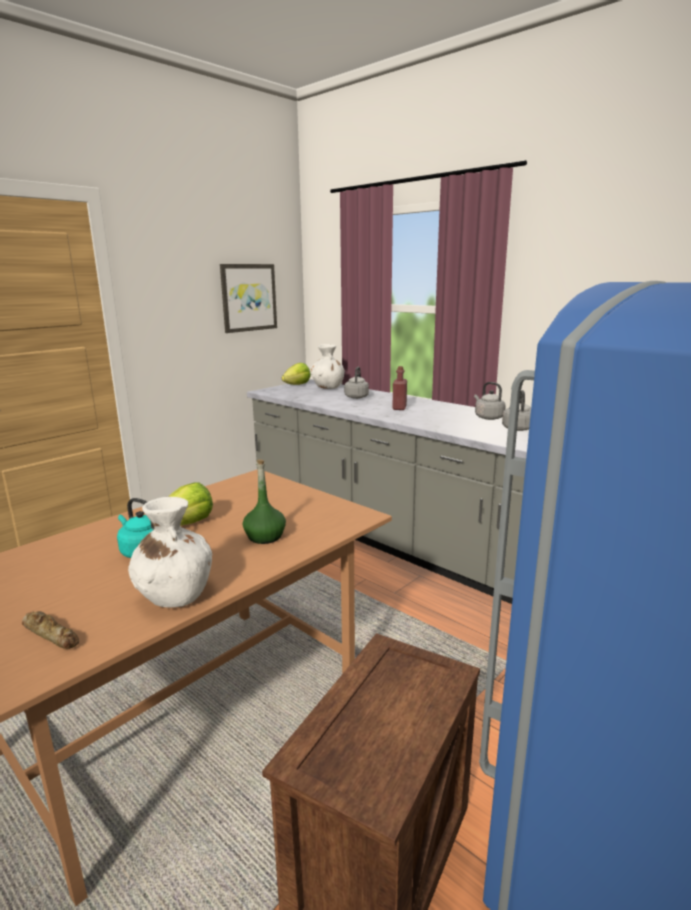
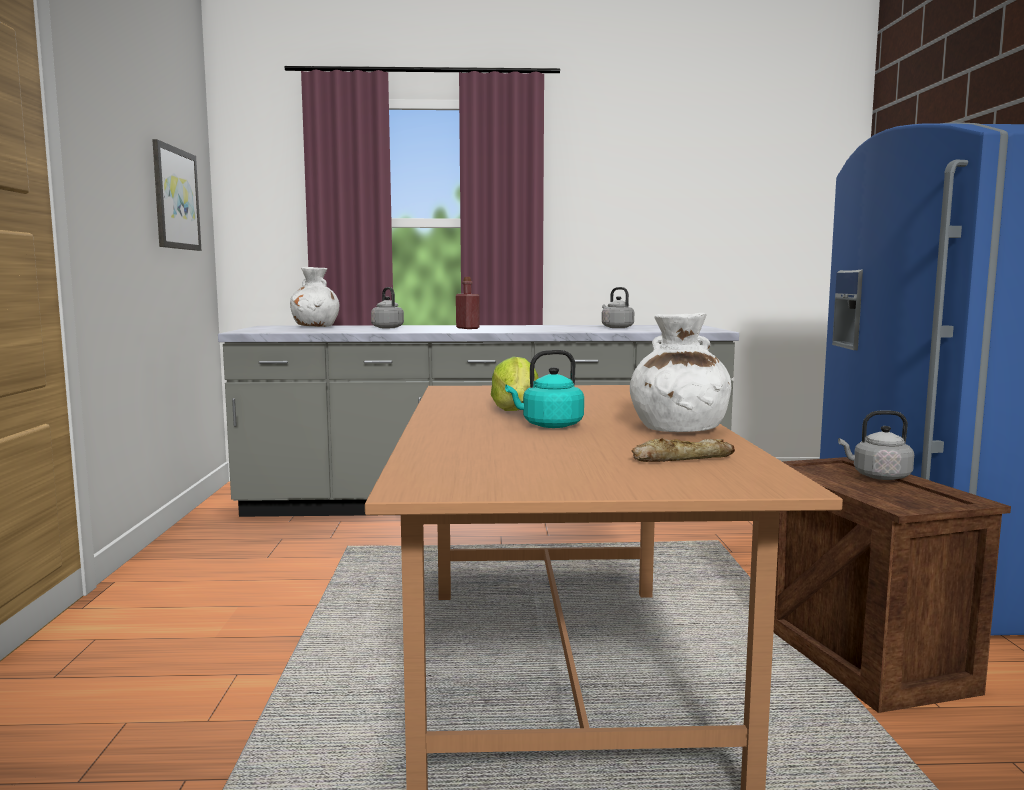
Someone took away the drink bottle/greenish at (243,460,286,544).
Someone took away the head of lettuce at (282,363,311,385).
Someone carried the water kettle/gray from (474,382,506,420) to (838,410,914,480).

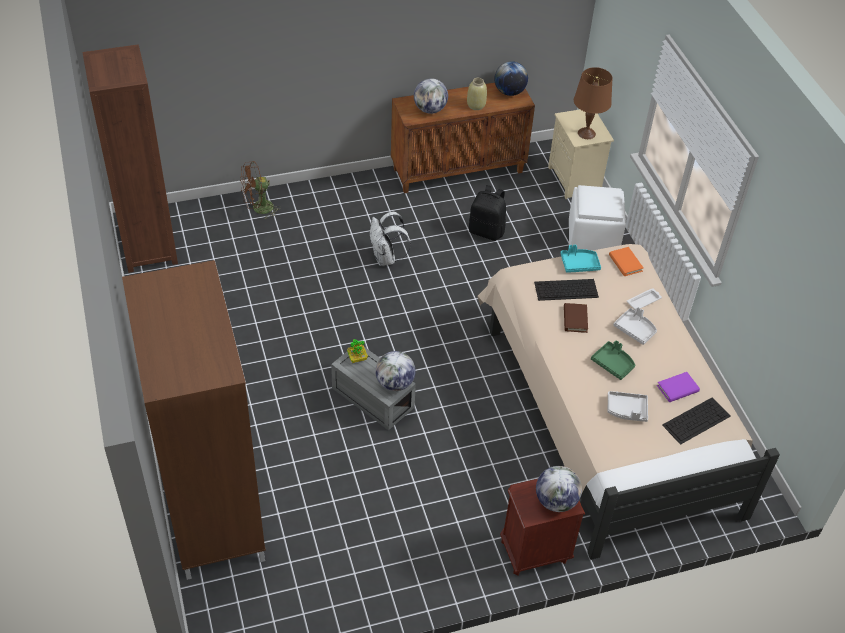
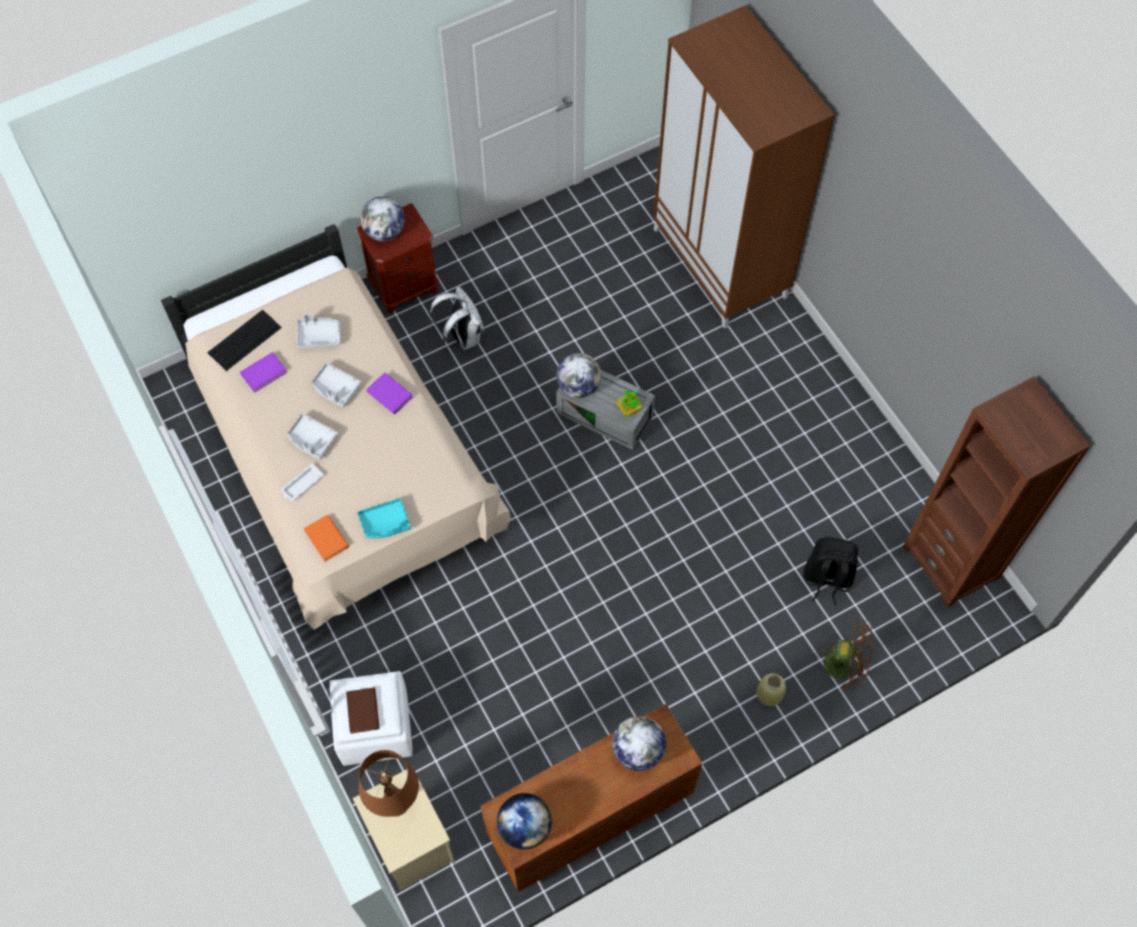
Someone rotated the electric fan/brown at (241,161,281,219) by 45 degrees clockwise.
Someone carried the knapsack/white-coloured from (370,212,411,266) to (430,287,484,350).
Someone carried the flower vase/beige-coloured from (467,78,487,110) to (757,673,786,706).
Someone carried the knapsack/black from (469,185,506,241) to (803,537,858,605).
Someone took away the computer keyboard at (534,279,599,301).
Someone carried the bound book/brown from (564,303,588,333) to (346,688,379,734).
Someone repainted the carrying tray/greenish at (591,340,635,380), which became the carrying tray/gray at (311,363,362,408).
Someone put down the bound book/purple-coloured at (366,373,413,414).

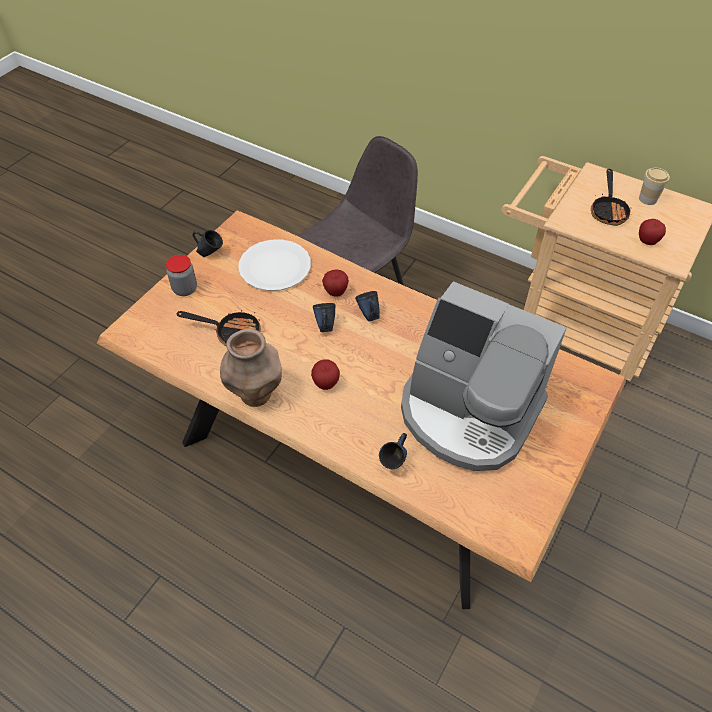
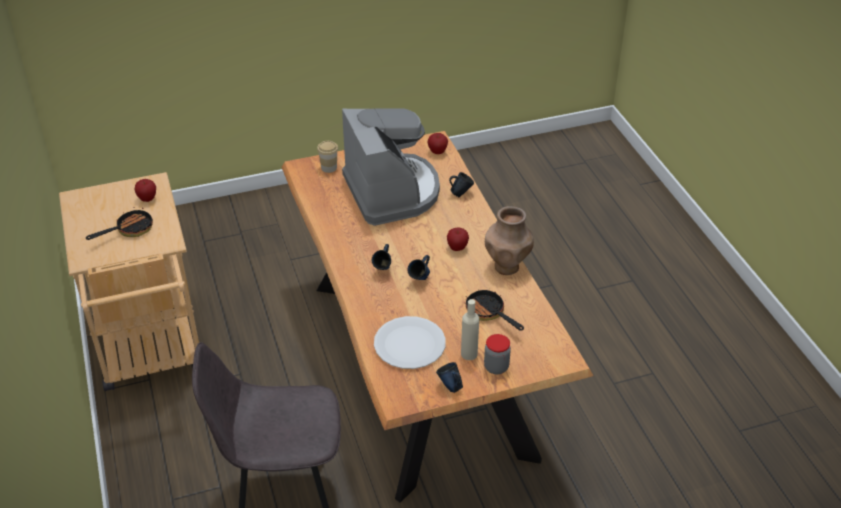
Someone carried the apple fruit from (322,269,349,297) to (428,133,448,154).
Someone carried the cup from (639,167,670,205) to (317,141,338,173).
Someone put down the drink bottle/beige-coloured at (461,299,479,360).

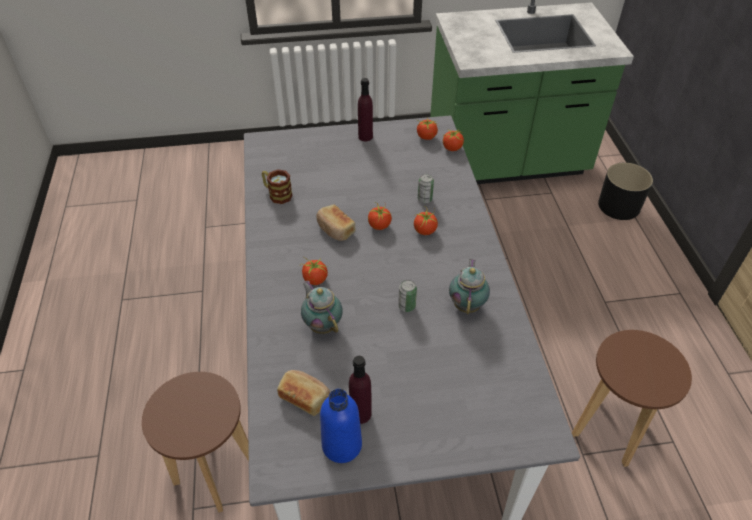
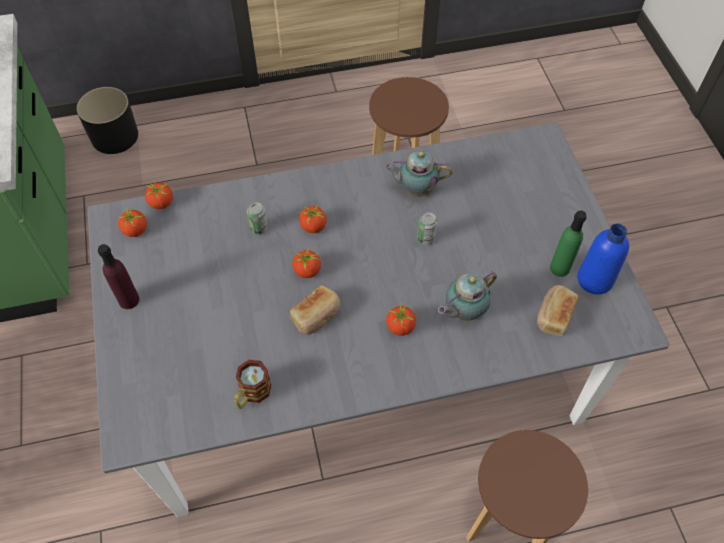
Someone repainted the drink bottle/purple-coloured at (349,356,372,424), which became the drink bottle/greenish at (550,210,587,277).

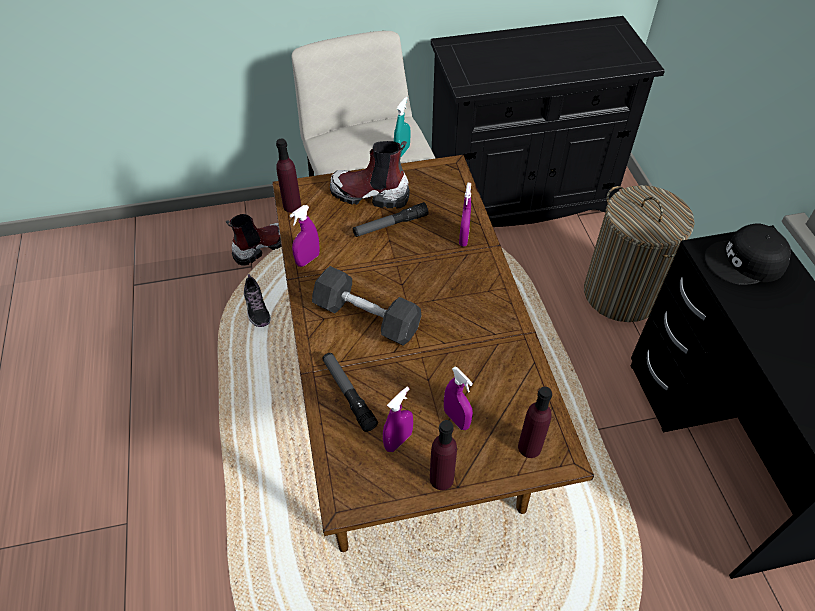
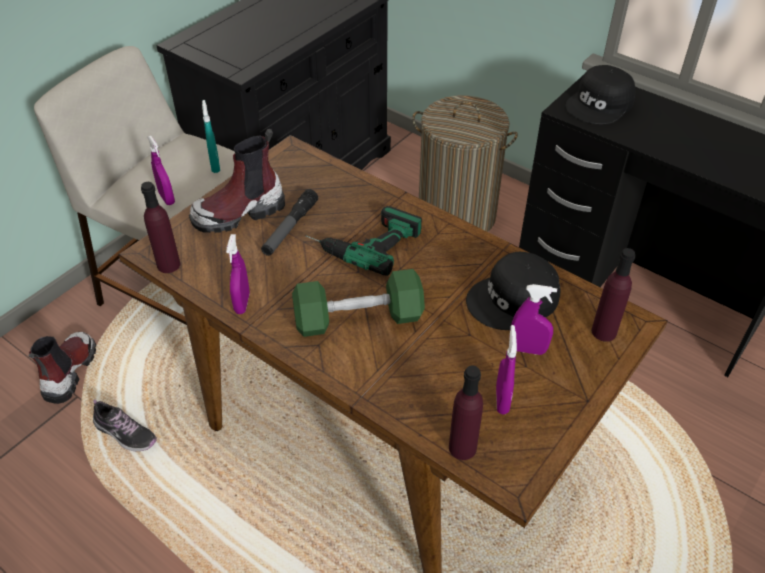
Someone repainted the dumbbell/gray at (312,266,421,345), which became the dumbbell/greenish at (292,269,425,337).
Someone took away the flashlight at (323,353,378,432).
Someone carried the drink bottle/purple-coloured from (430,420,457,490) to (449,366,483,460).
Someone carried the hand sprayer/purple-coloured from (459,182,471,246) to (147,136,175,205).
Someone put down the electric drill at (306,206,422,276).
Someone put down the cap/black at (466,252,560,330).

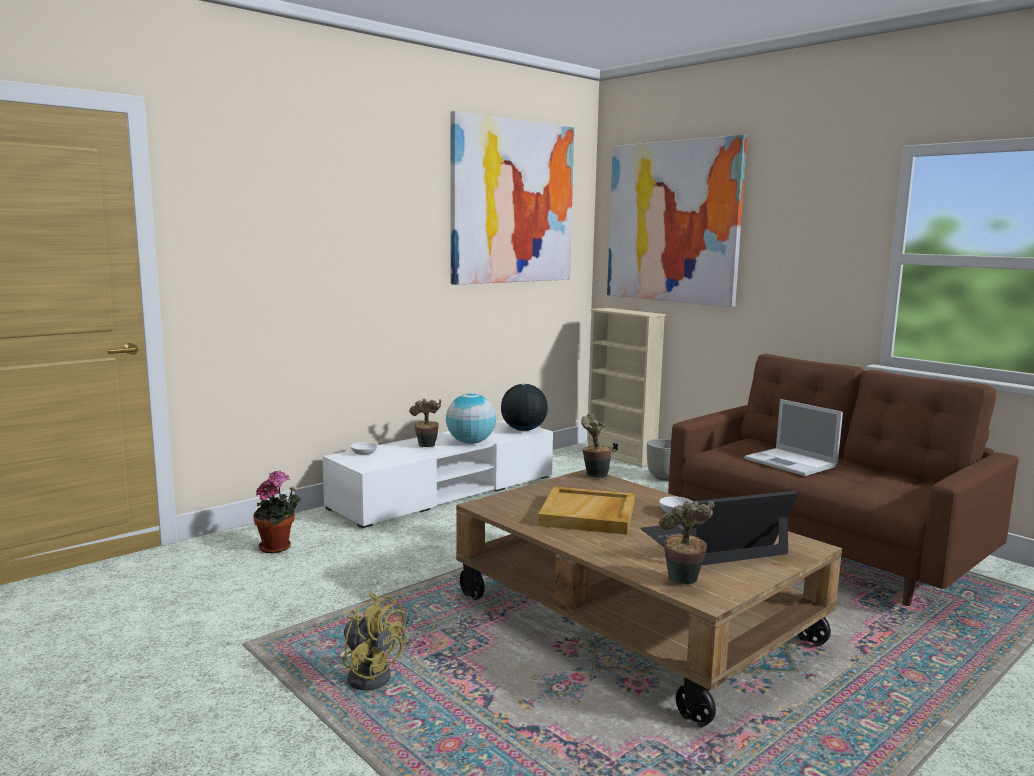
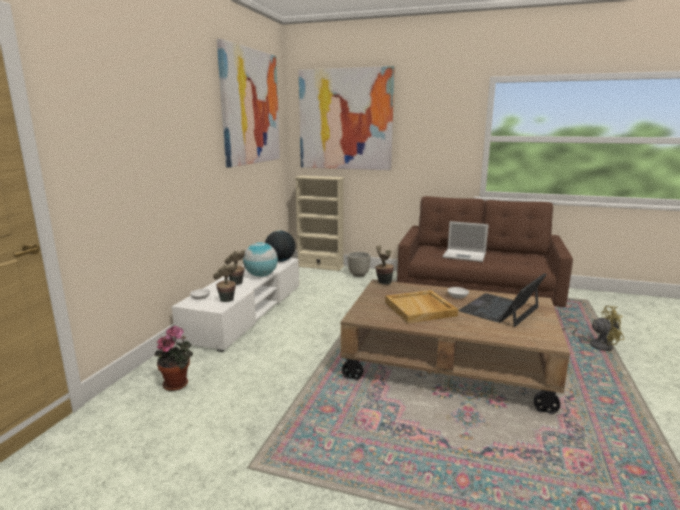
Someone carried the electric fan/yellowish from (342,593,405,690) to (562,306,624,351).
Someone carried the houseplant from (659,501,715,584) to (213,263,237,302).

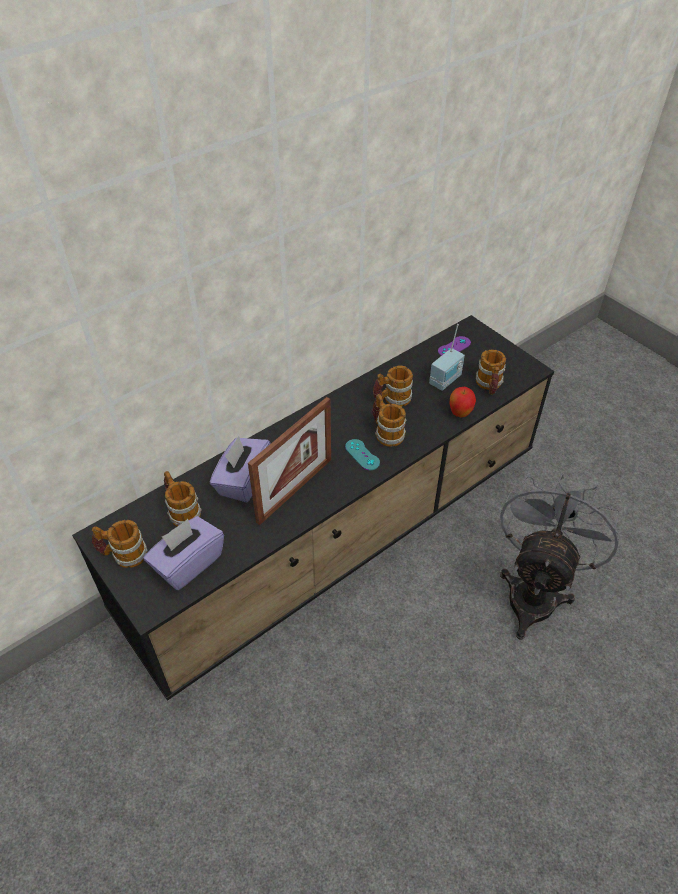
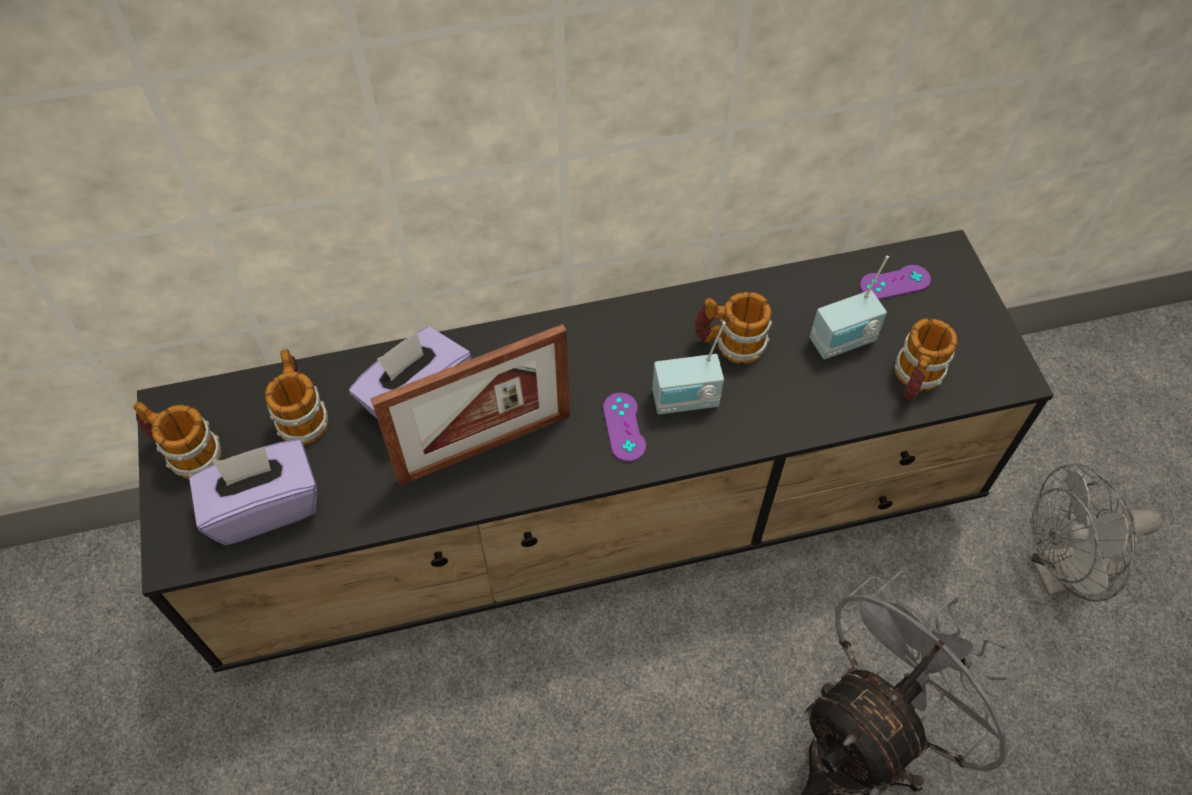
Someone repainted the joypad/blue-green at (345,439,380,470), which became the joypad/purple-coloured at (603,393,646,462).
Someone swapped the coffee mug at (372,394,406,447) for the radio at (652,322,726,414).
Someone took away the apple fruit at (450,387,476,417).
Someone put down the electric fan/gray at (1029,464,1162,602).

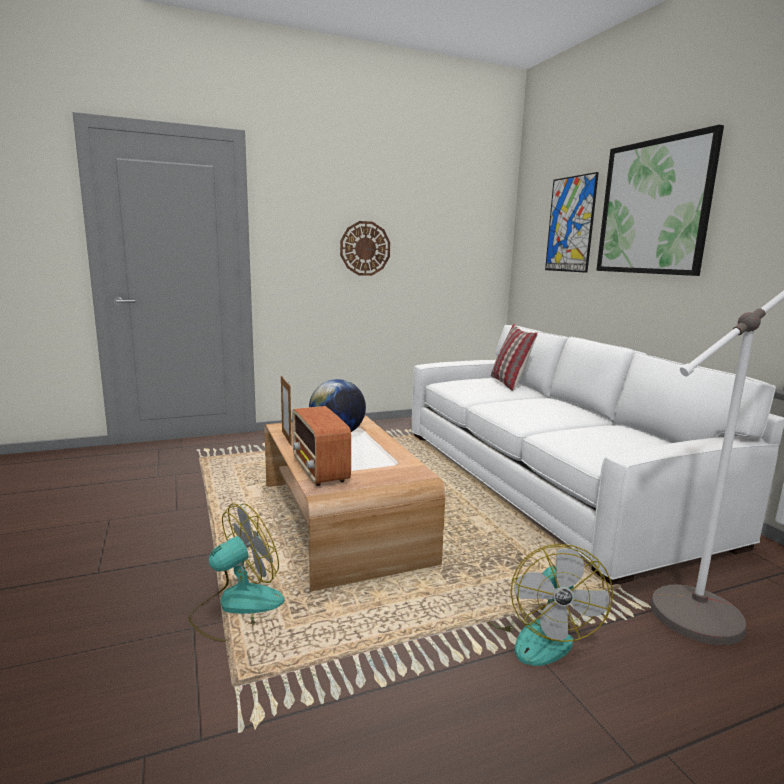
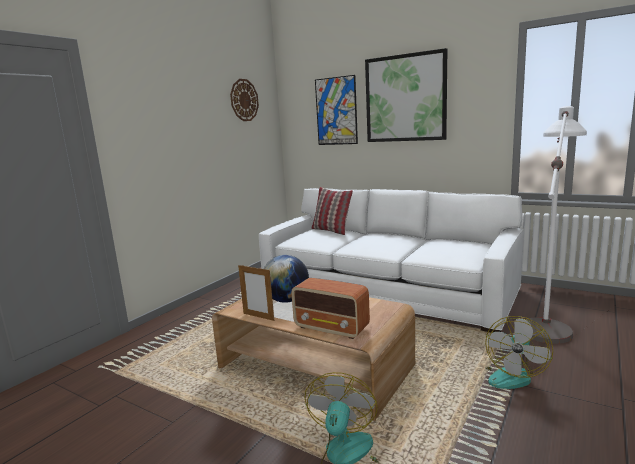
Someone carried the clock on the wall from (340,221,390,276) to (230,79,259,121).
Someone rotated the electric fan at (488,544,613,666) by 60 degrees clockwise.

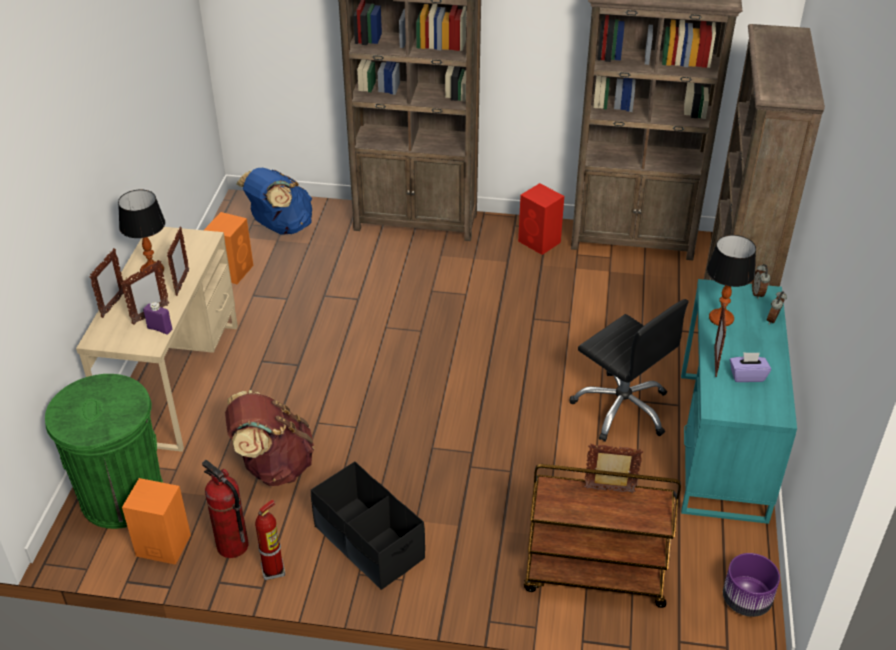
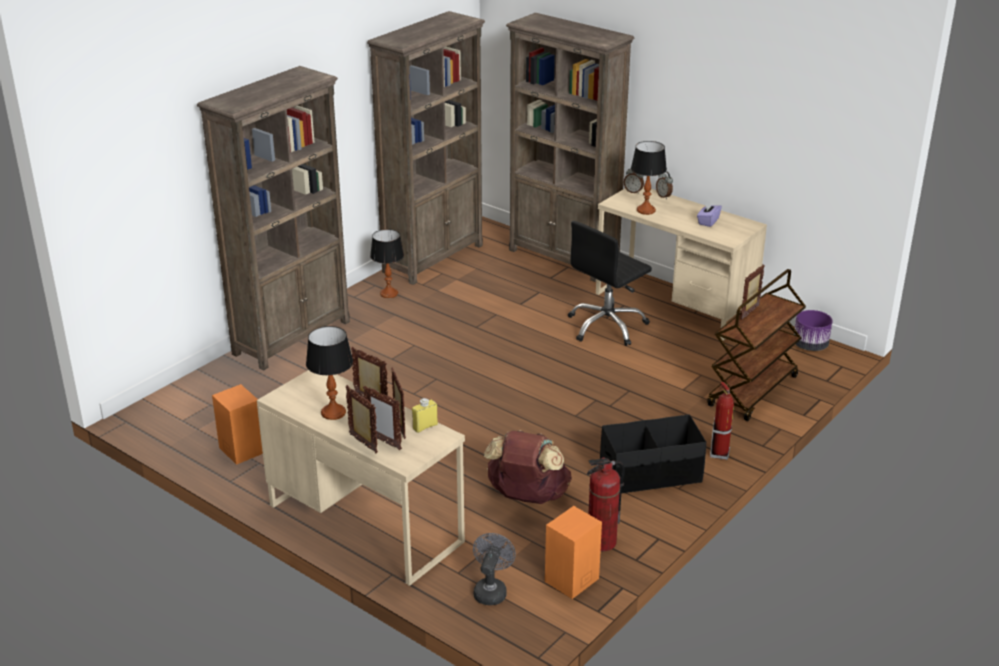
Someone swapped the waste bin/greenish at (45,374,163,529) for the electric fan/gray at (473,533,516,605).
Someone repainted the drink bottle/purple-coloured at (143,302,172,335), which became the drink bottle/yellowish at (412,398,438,433).
Someone took away the knapsack/blue-coloured at (236,168,312,235).
Someone carried the extinguisher from (255,499,285,580) to (710,382,734,460).
Someone swapped the speaker/reddish at (518,183,564,255) for the table lamp at (370,229,404,298).
Someone rotated the computer chair/black at (570,299,689,442) by 150 degrees clockwise.
Someone repainted the desk table/blue-green at (681,279,797,524), which became the desk table/beige-coloured at (596,187,767,341).
Someone carried the standing frame from (714,303,727,377) to (363,385,402,450).

